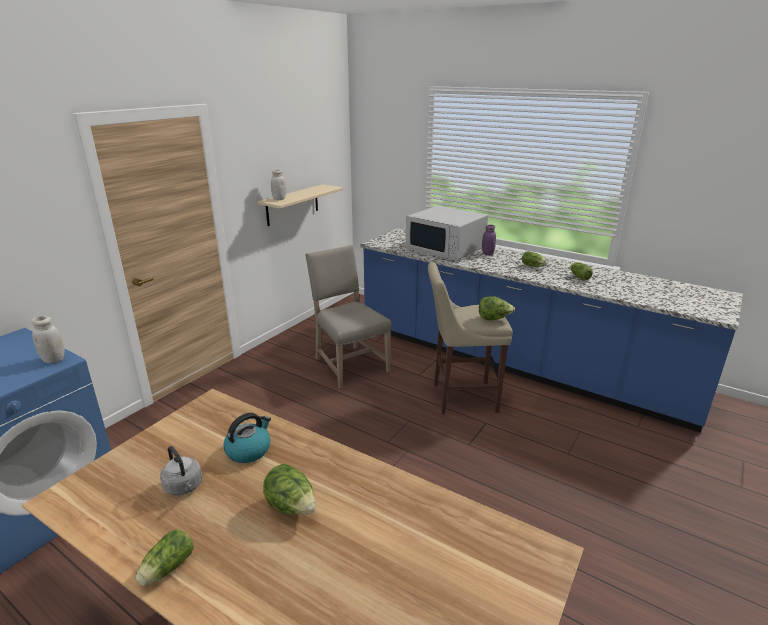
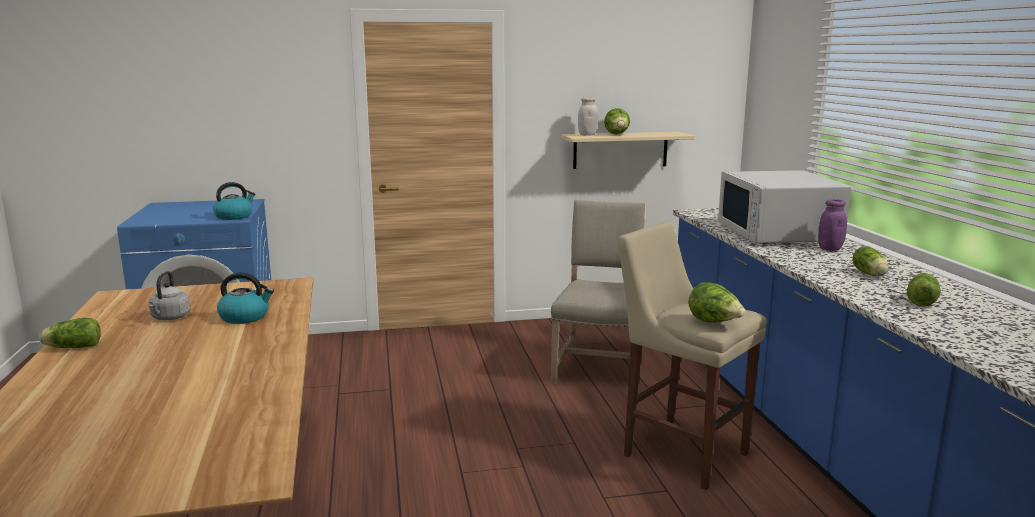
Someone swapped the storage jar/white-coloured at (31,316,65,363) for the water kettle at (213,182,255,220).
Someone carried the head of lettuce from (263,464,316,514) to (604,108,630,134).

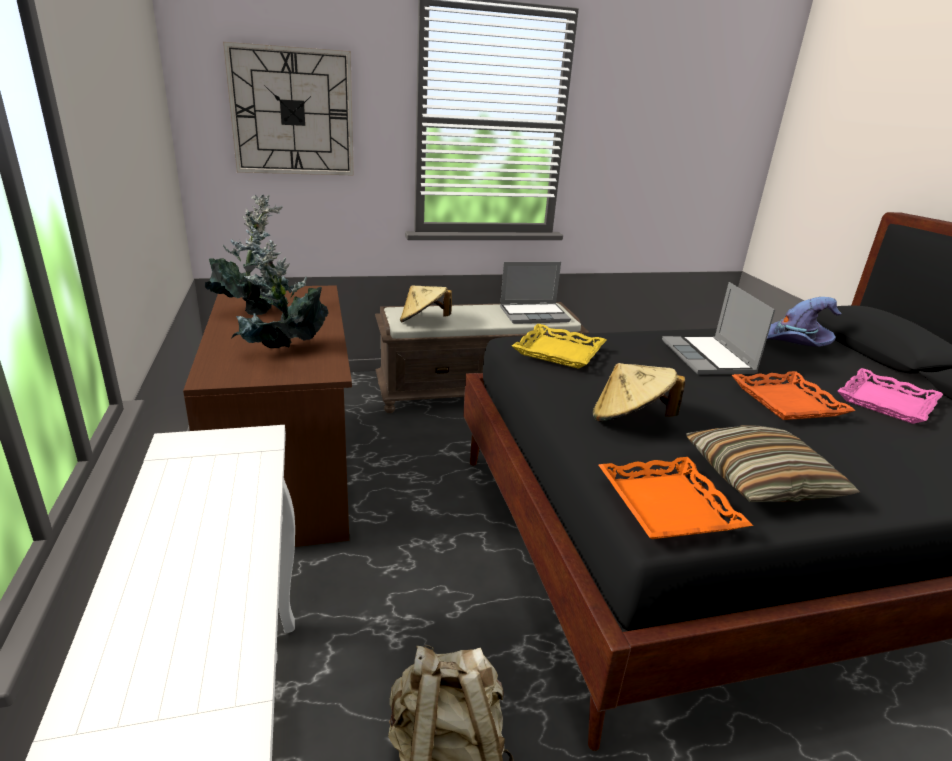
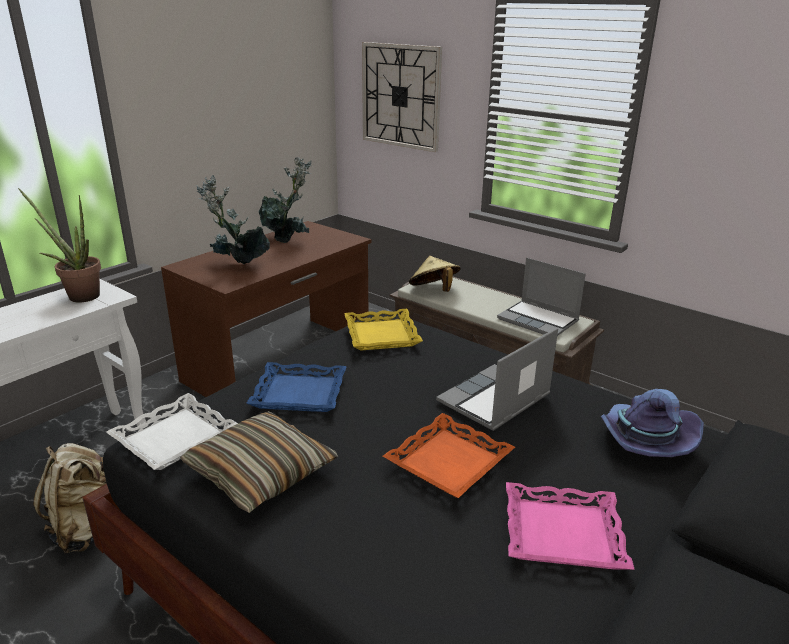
Someone swapped the hat/beige-coloured at (593,363,685,421) for the carrying tray/blue-coloured at (246,362,347,412).
Someone repainted the carrying tray/orangey at (599,457,753,539), which became the carrying tray/white-coloured at (106,393,238,470).
Someone put down the houseplant at (18,188,101,302).

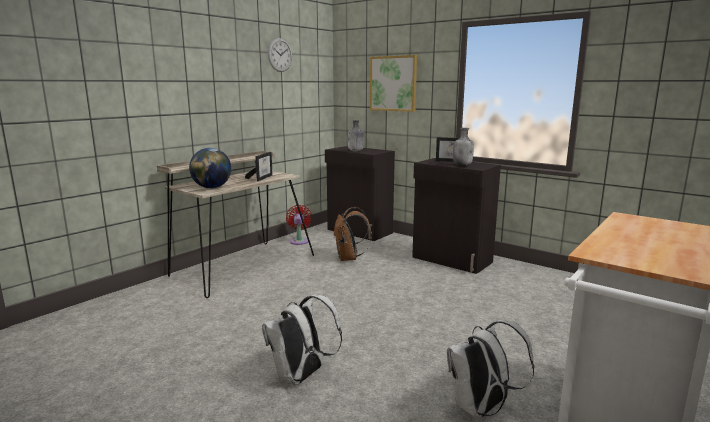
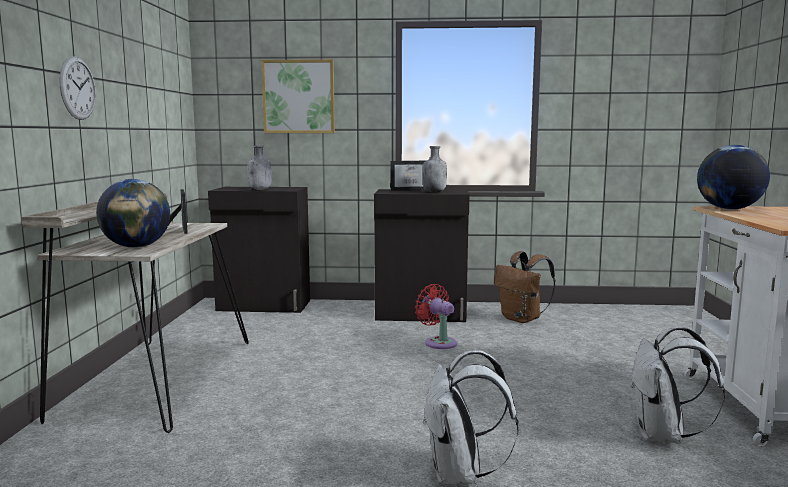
Someone carried the clock on the wall from (268,38,292,72) to (60,56,96,120).
Someone carried the electric fan/reddish from (286,205,312,245) to (415,284,457,349).
Someone carried the knapsack/brown from (333,207,372,261) to (494,251,555,323).
Someone put down the globe at (697,145,770,210).

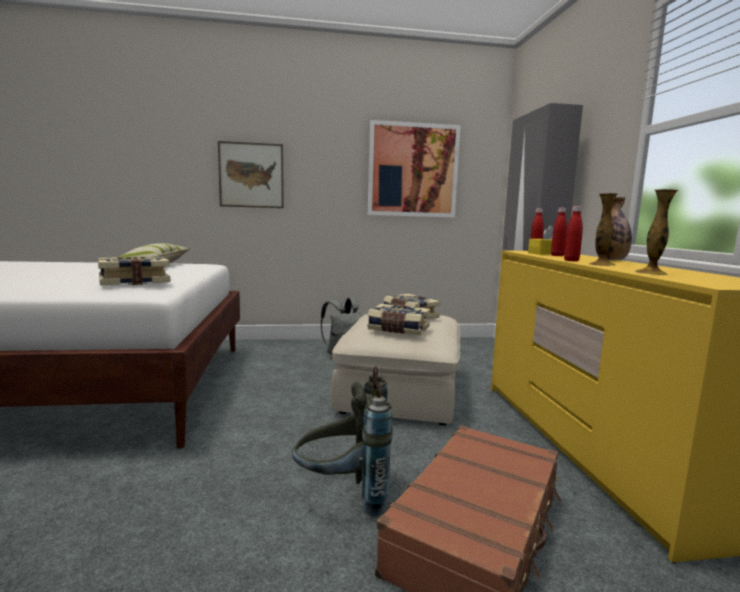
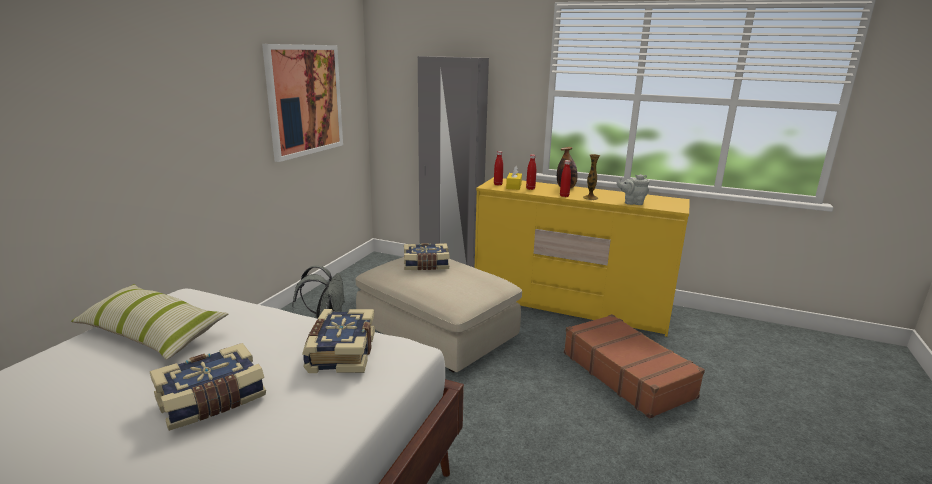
Someone took away the wall art at (218,141,284,208).
Someone took away the knapsack/gray at (292,366,393,516).
Someone carried the bound book from (367,304,430,335) to (150,343,266,431).
Someone swapped the flower vase at (635,189,678,275) for the pot for tea/gray at (617,174,650,205).

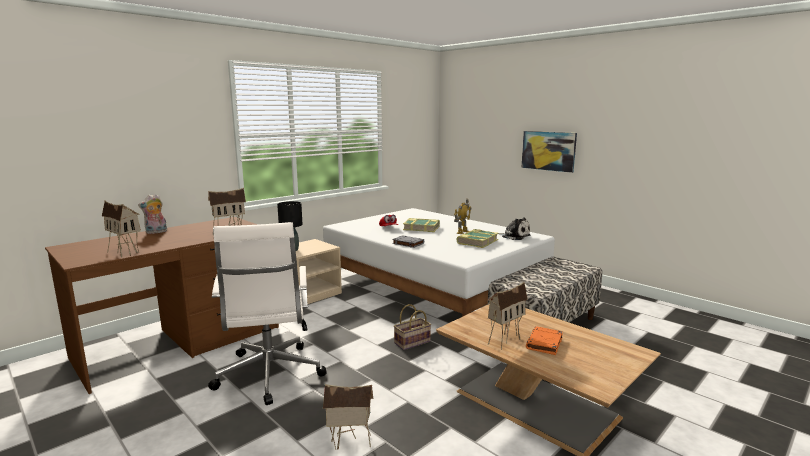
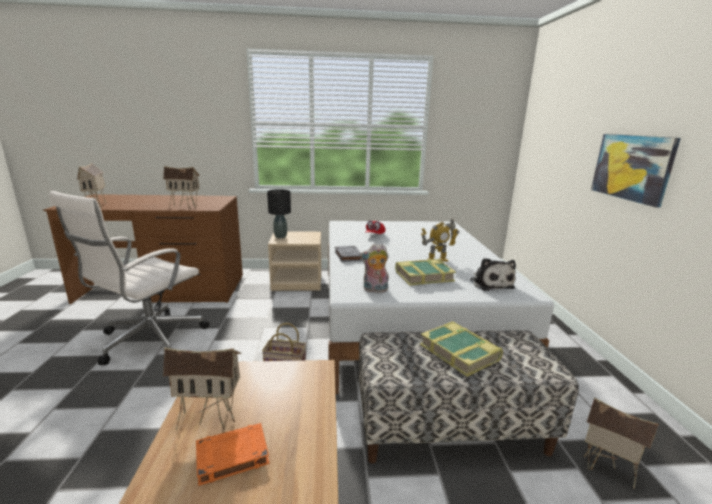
Someone carried the cuddly toy from (138,194,167,234) to (360,244,389,293).
Someone carried the model house from (323,384,373,450) to (584,397,659,489).
Someone carried the bound book from (403,218,440,232) to (420,321,503,377).

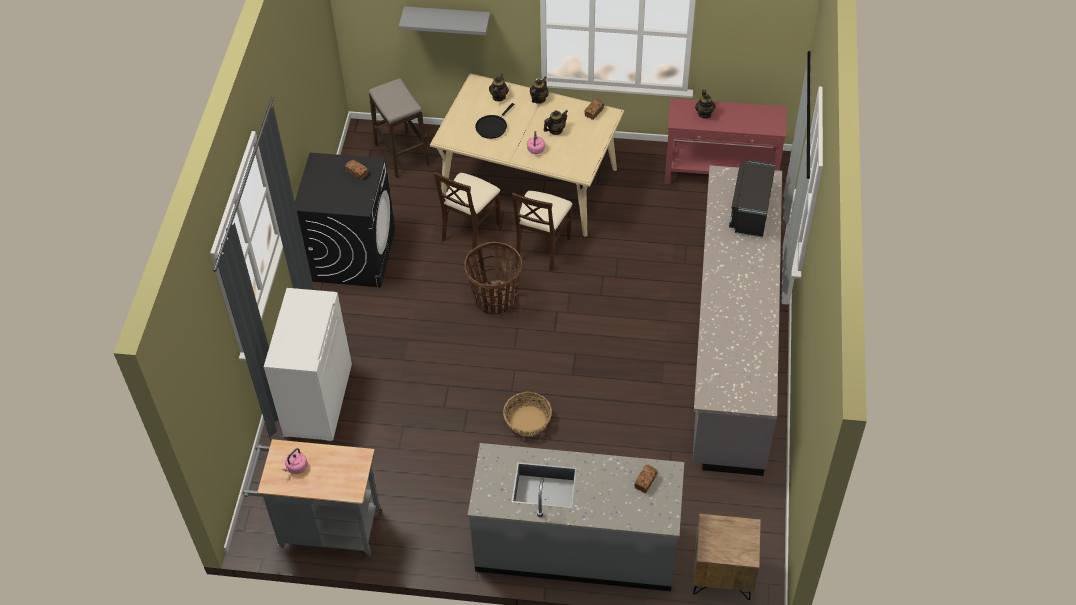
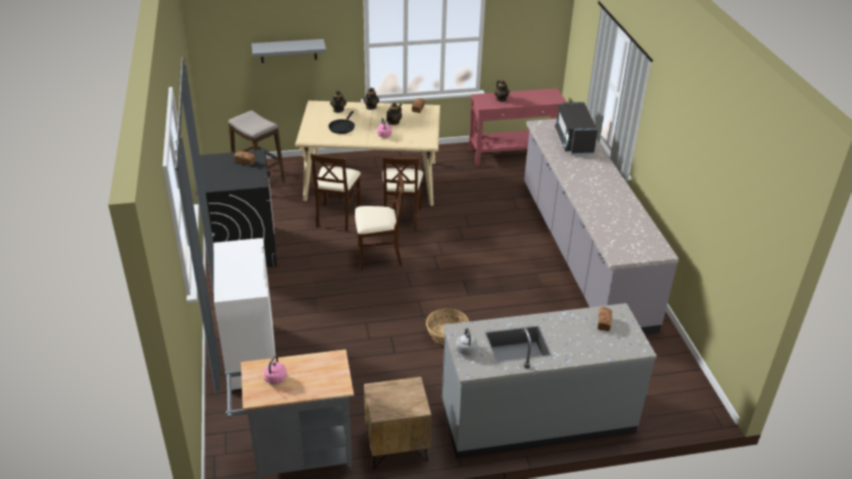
Someone swapped the basket at (464,242,522,315) for the upright chair/beige-coloured at (355,171,404,271).
Someone carried the night table/brown from (693,514,761,600) to (364,377,431,469).
Someone put down the water kettle/gray at (456,328,477,355).

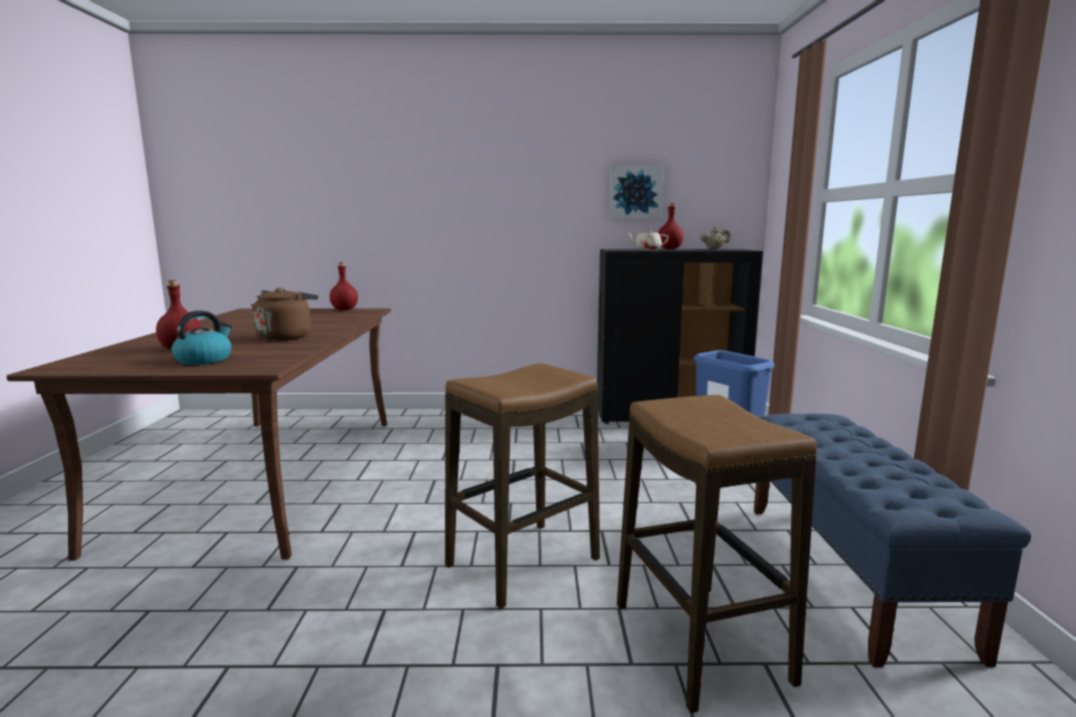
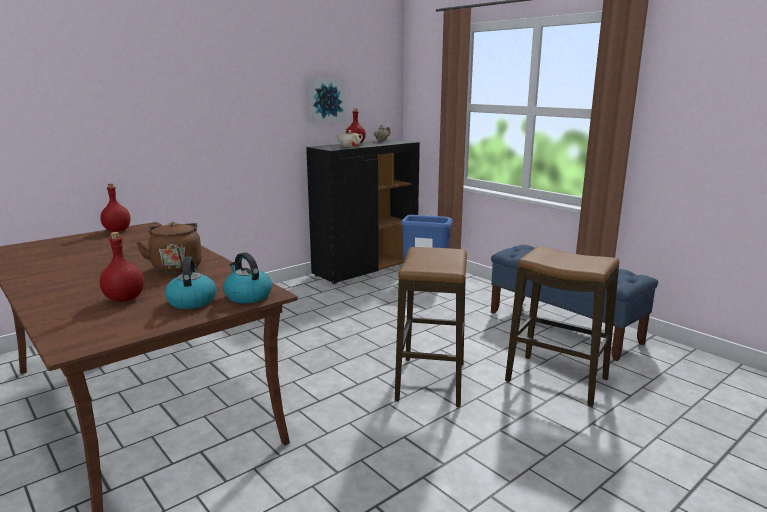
Someone put down the water kettle at (223,252,272,303).

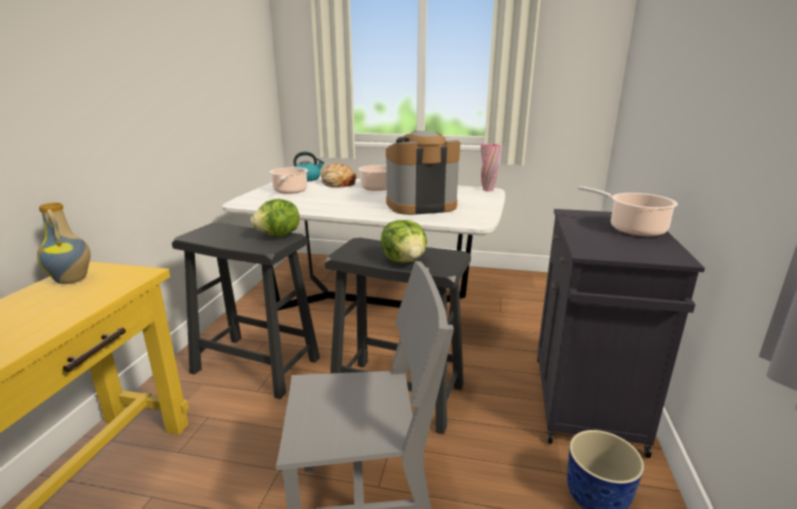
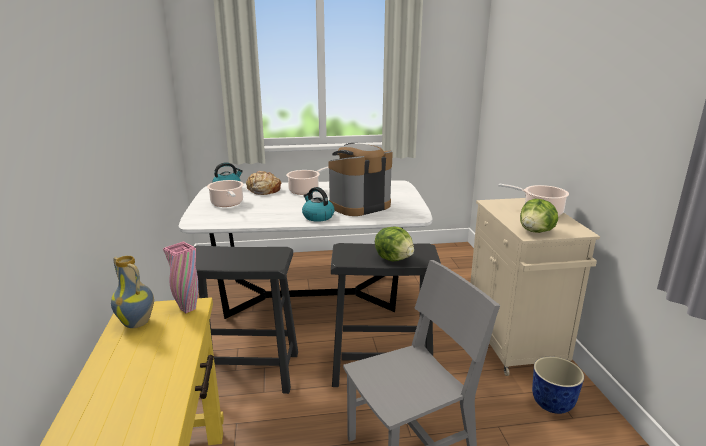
Someone carried the head of lettuce from (250,199,300,236) to (520,199,558,233).
Someone carried the flower vase/pink from (481,143,502,192) to (163,241,198,313).
Someone repainted the cabinet/black at (537,209,705,458), which became the cabinet/beige-coloured at (470,198,600,376).
Someone put down the water kettle at (302,187,335,222).

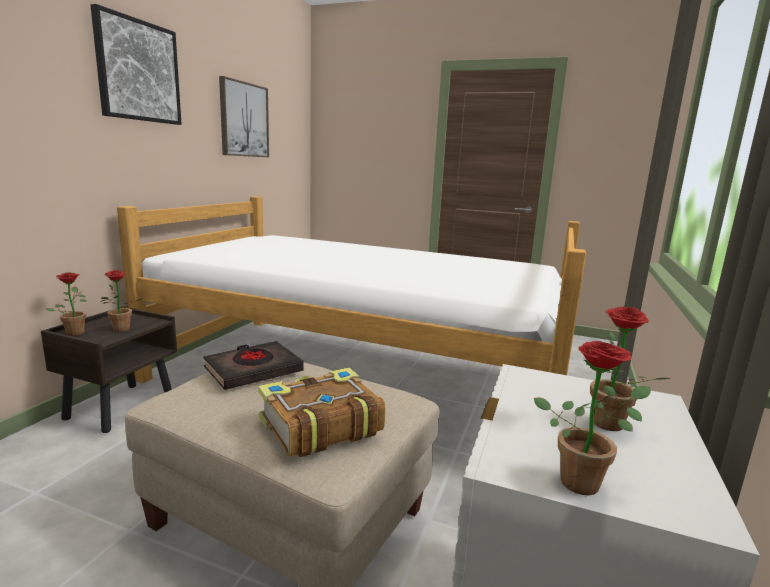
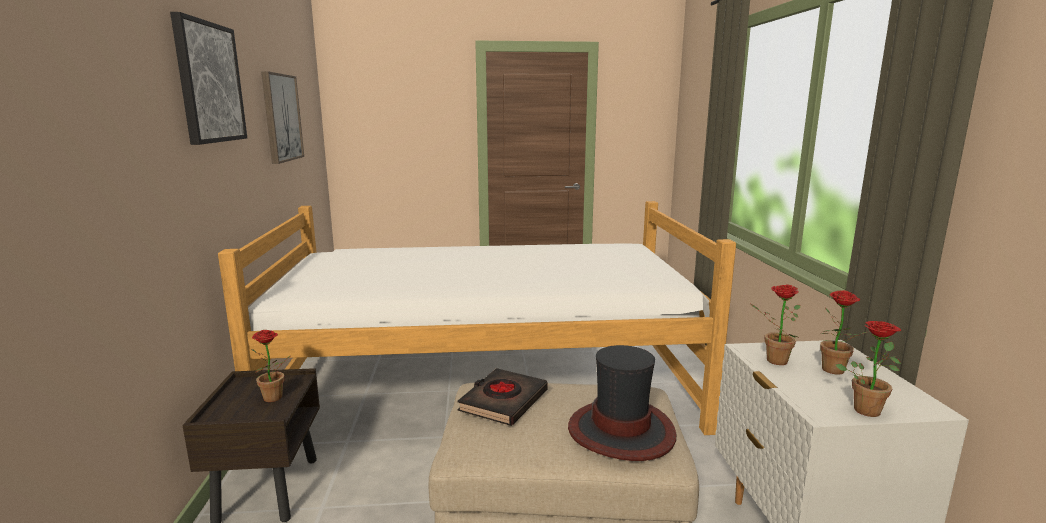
Someone carried the houseplant from (45,273,86,336) to (751,285,801,365).
Someone swapped the bound book at (258,368,385,457) for the hat at (568,345,676,461).

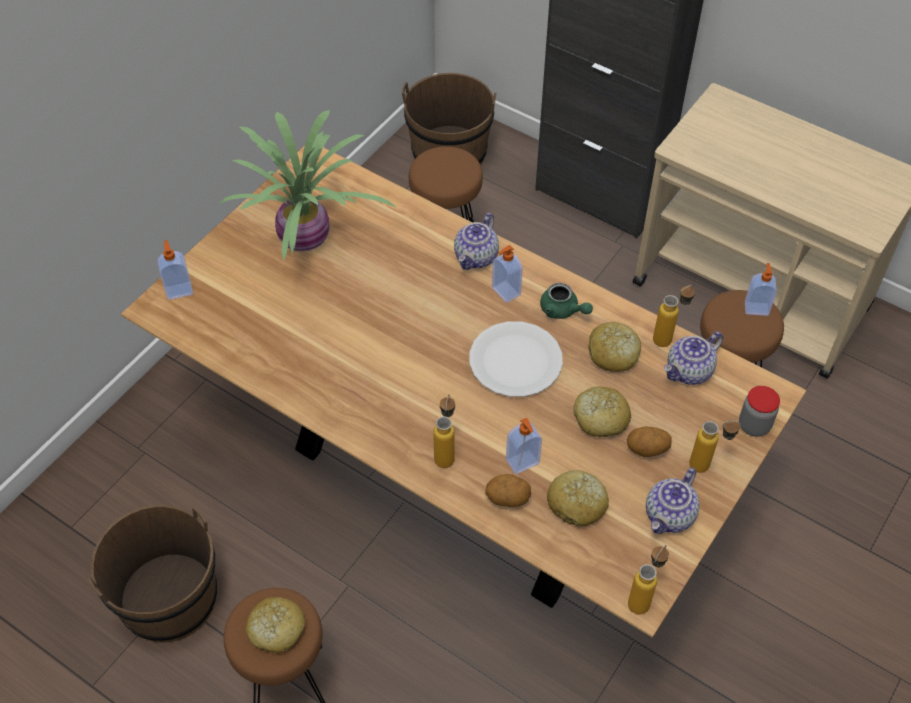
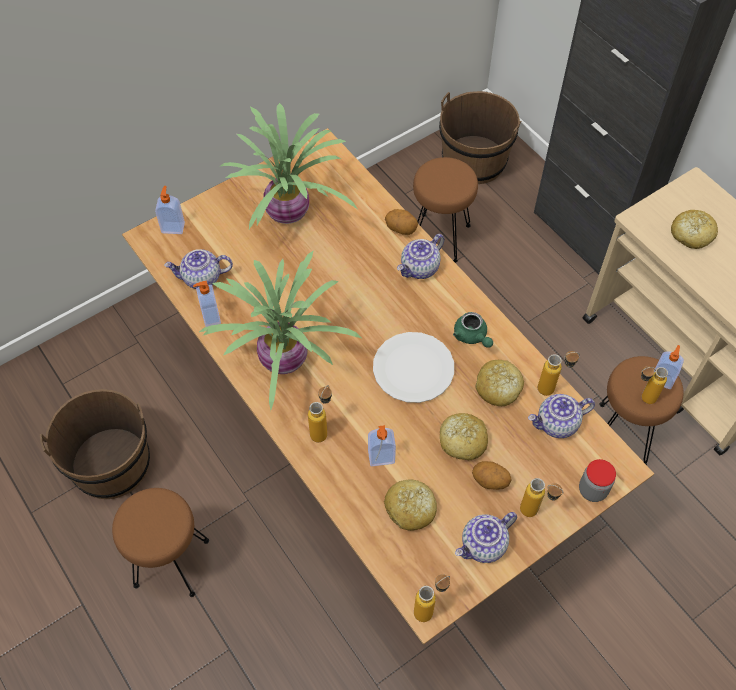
Someone carried the bread from (245,597,305,653) to (671,210,718,249).
Someone carried the whole potato from (485,474,531,507) to (385,209,418,235).
Someone carried the soap bottle from (492,245,523,303) to (193,281,221,327).
Someone put down the pot for tea at (164,249,233,289).
Someone put down the houseplant at (199,251,361,410).
Someone put down the drink bottle at (641,366,668,404).

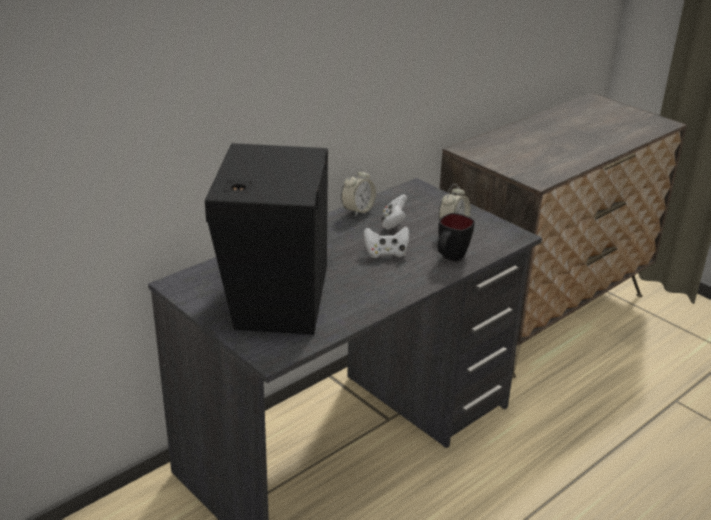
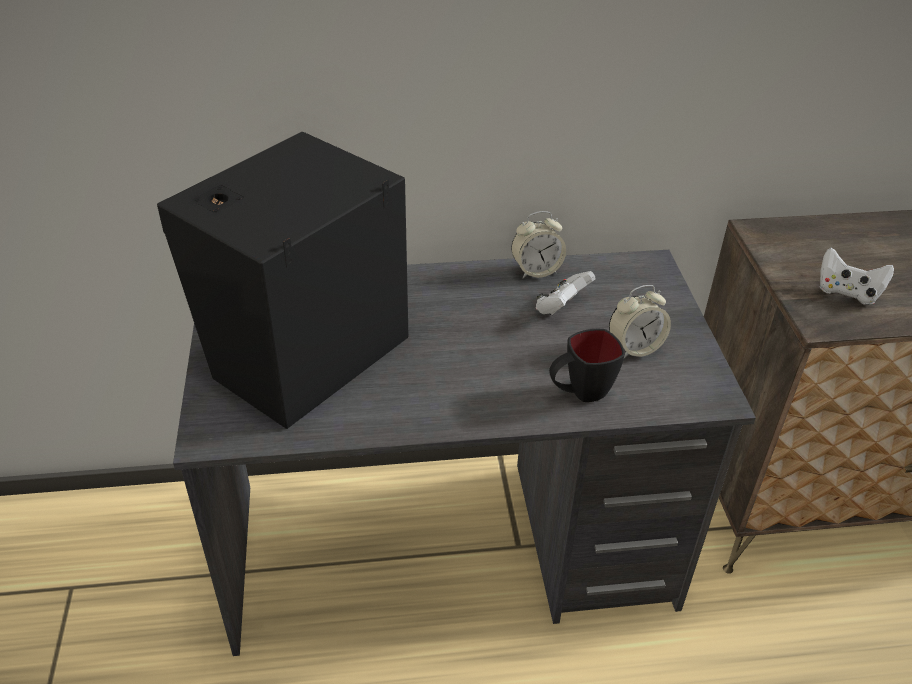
Someone carried the joypad/white-coloured from (364,227,409,258) to (820,248,894,305).

